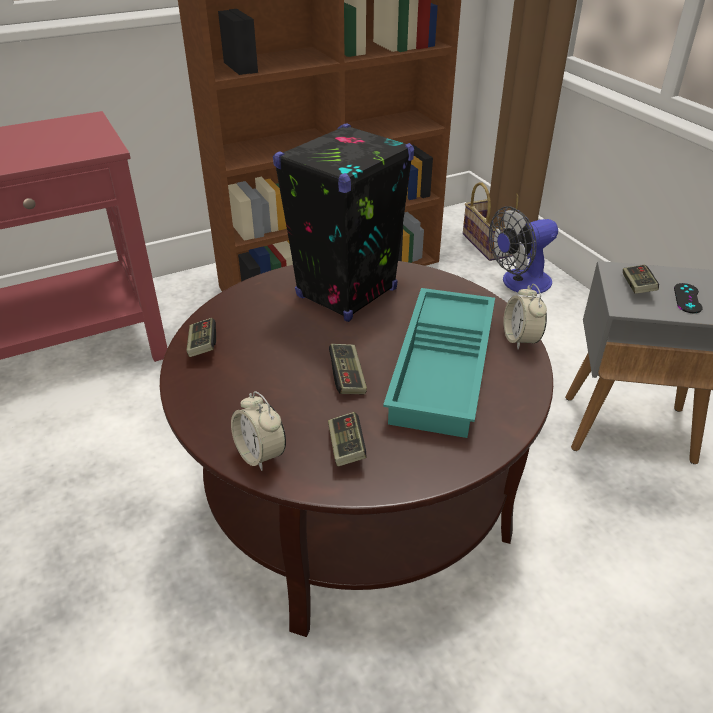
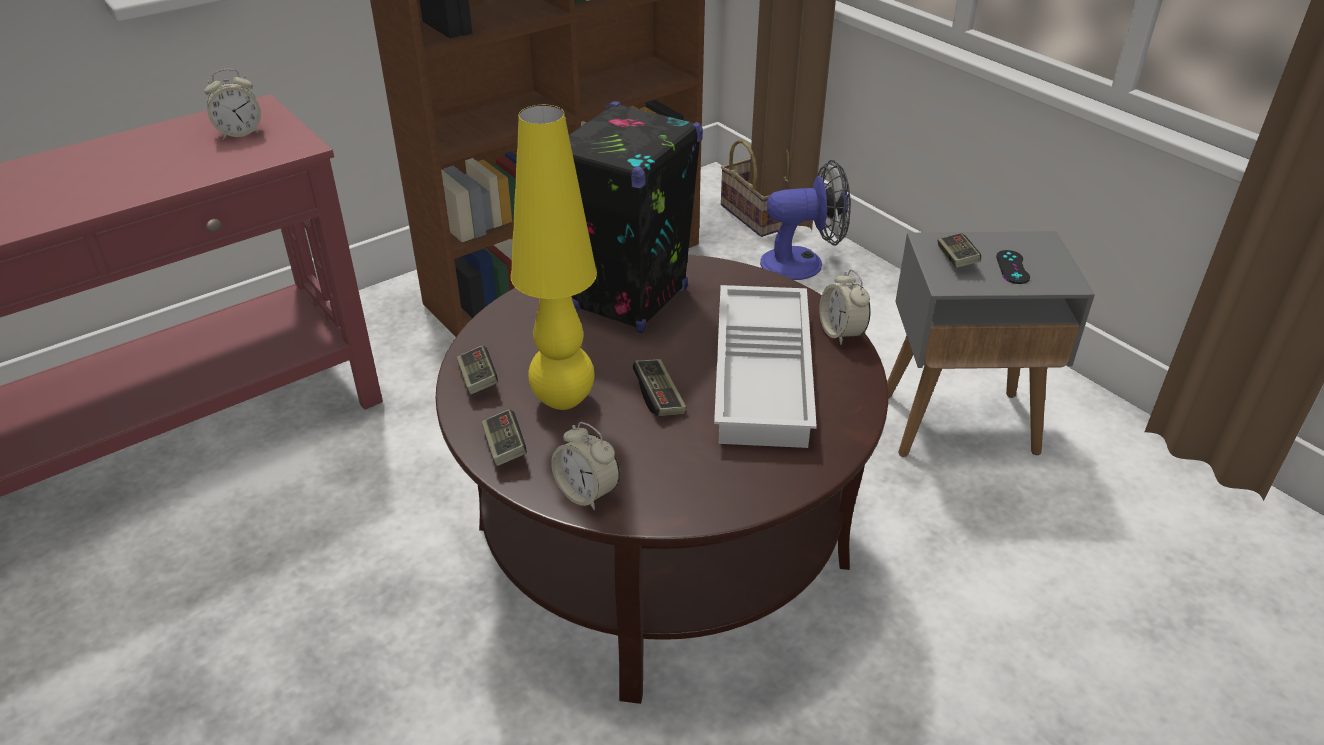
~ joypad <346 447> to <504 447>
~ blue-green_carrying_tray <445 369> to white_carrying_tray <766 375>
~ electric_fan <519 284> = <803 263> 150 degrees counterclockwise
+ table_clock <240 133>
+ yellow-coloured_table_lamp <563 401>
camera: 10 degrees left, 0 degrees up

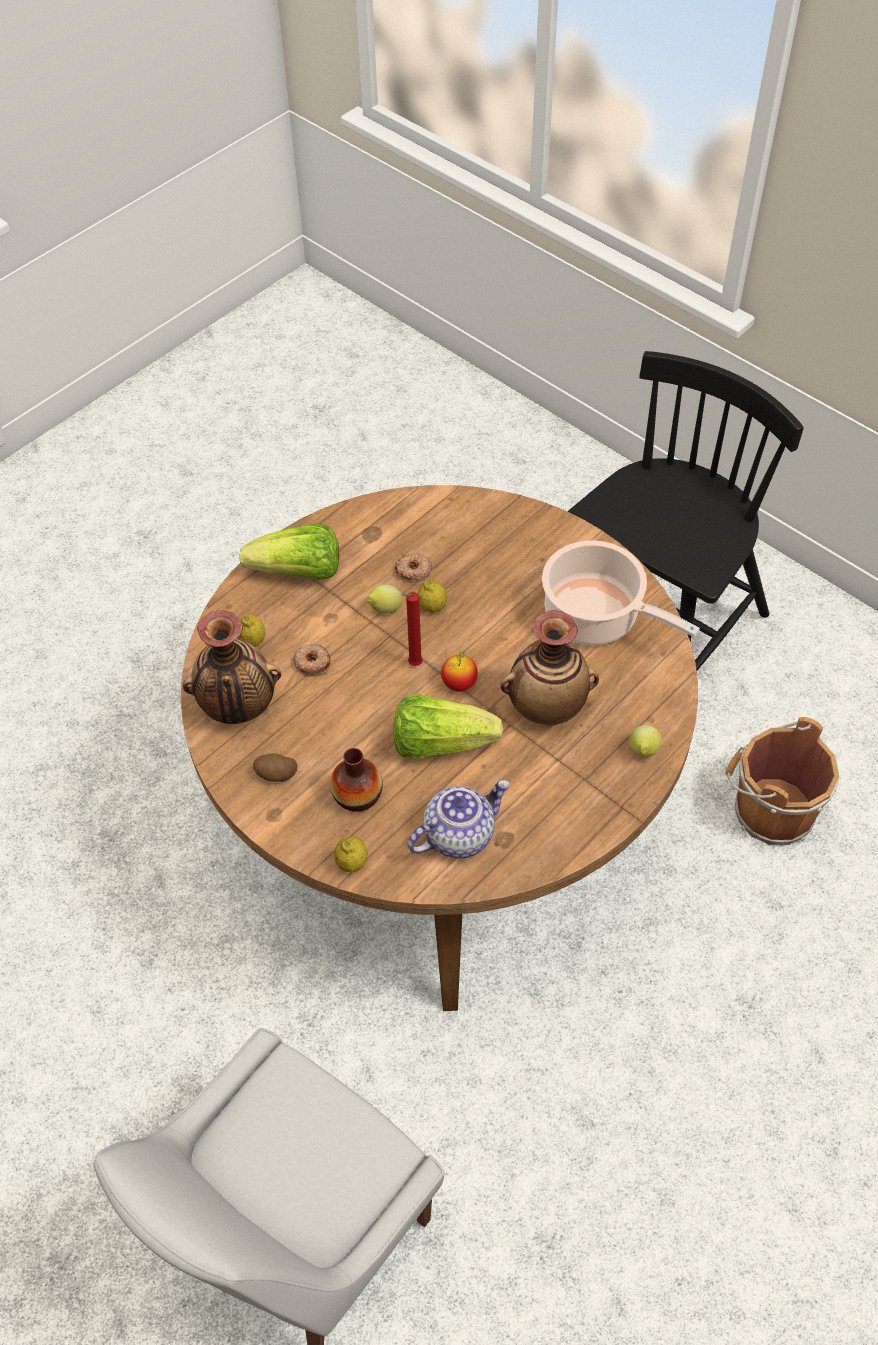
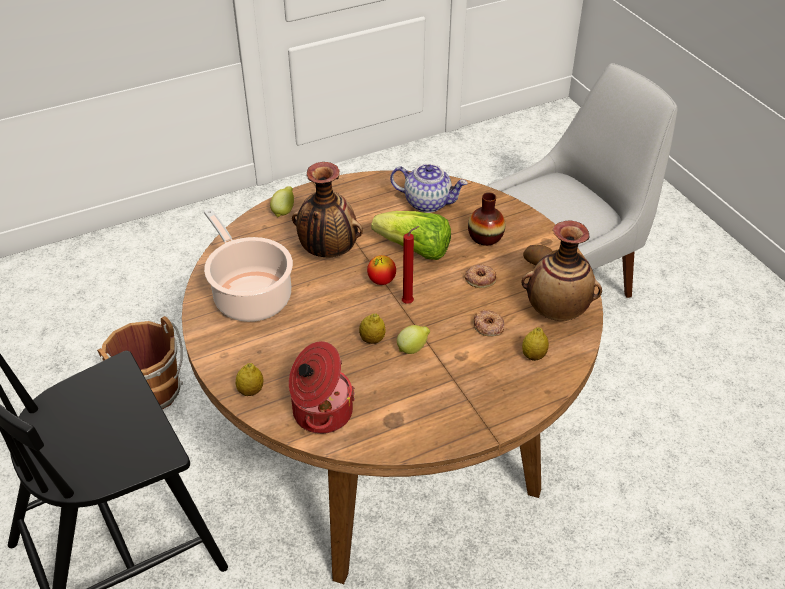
- lettuce_head <298 572>
~ lemon <352 863> to <251 391>
~ ring_doughnut <413 571> to <480 278>
~ tea_pot <458 834> = <428 202> 150 degrees counterclockwise
+ stockpot <320 412>
camera: 160 degrees left, 10 degrees down

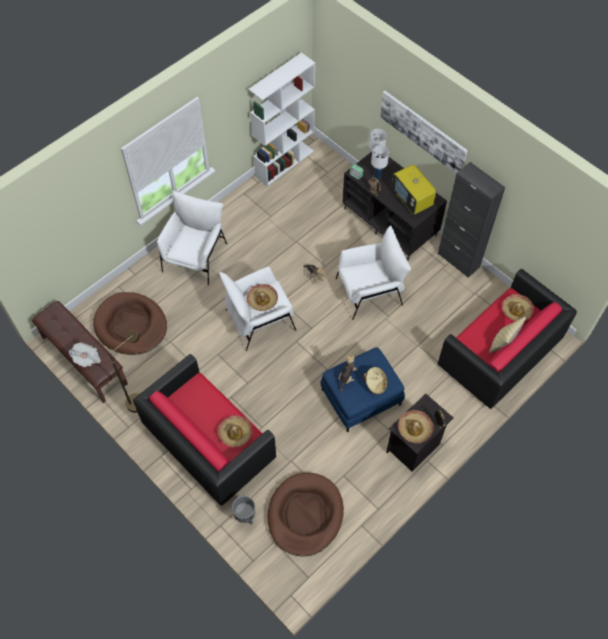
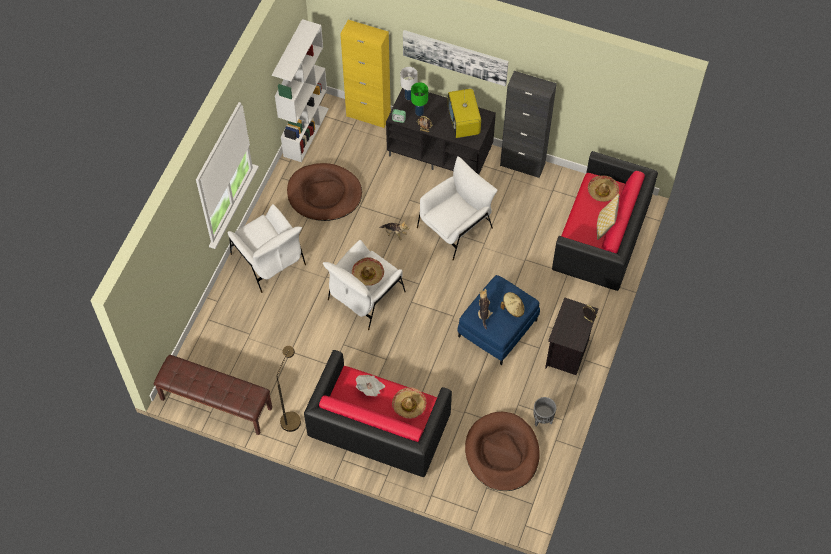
~ daily_paper <87 358> to <370 388>
~ brownish_dog_bed <131 325> to <324 194>
~ white_armchair <195 257> = <268 260> 150 degrees clockwise
~ greyish_plant_pot <245 517> to <542 420>
~ white_table_lamp <377 175> to greenish_table_lamp <419 112>
~ television <412 200> = <463 124> 45 degrees clockwise
- wearable_hat <415 428>
+ yellow-coloured_cupboard <368 115>
camera: 25 degrees left, 0 degrees up

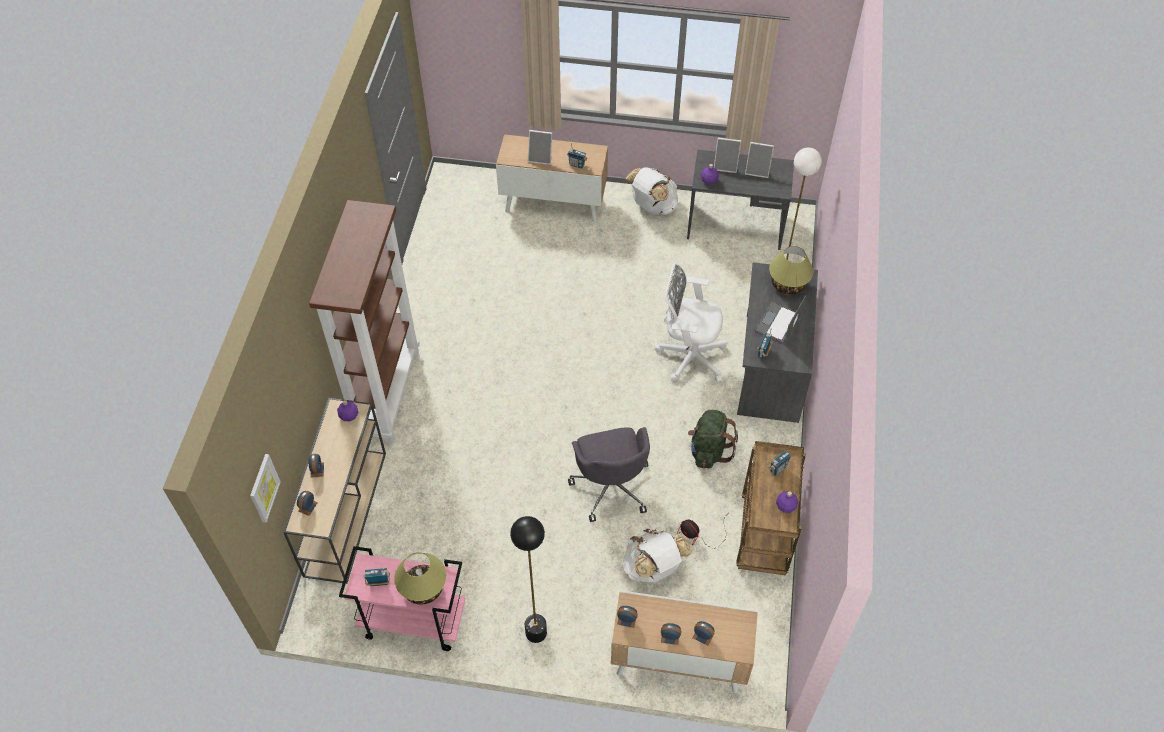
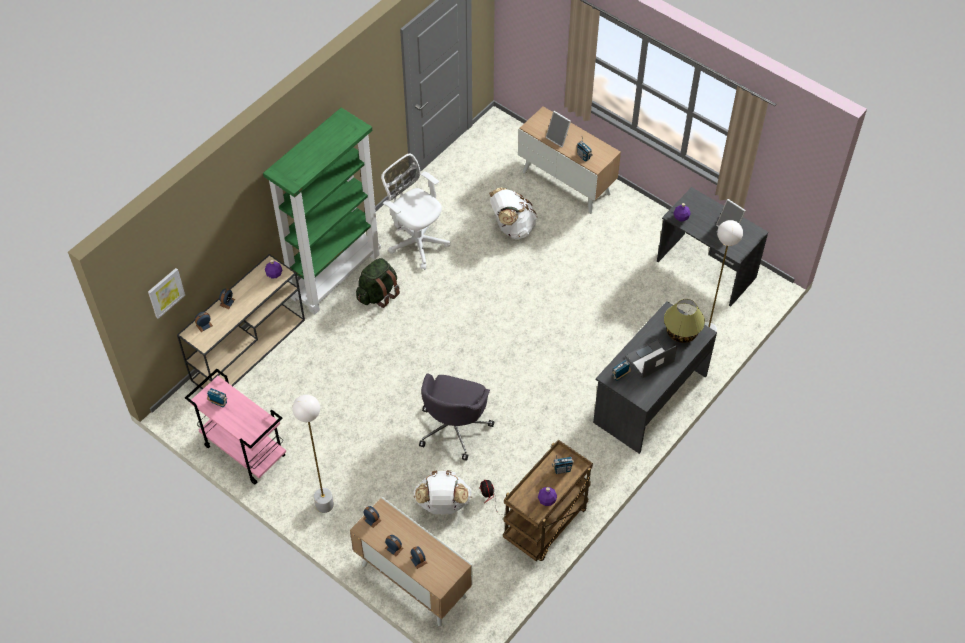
~ brownish_bookcase <387 393> to greenish_bookcase <335 275>
- table_lamp <423 588>
~ black-coloured_floor_lamp <536 633> to white_floor_lamp <324 505>
~ white_knapsack <652 206> to <512 227>
~ white_desk_chair <688 356> to <416 241>
~ greenish_knapsack <709 450> to <378 294>
- standing_frame <726 166>
camera: 30 degrees right, 0 degrees up

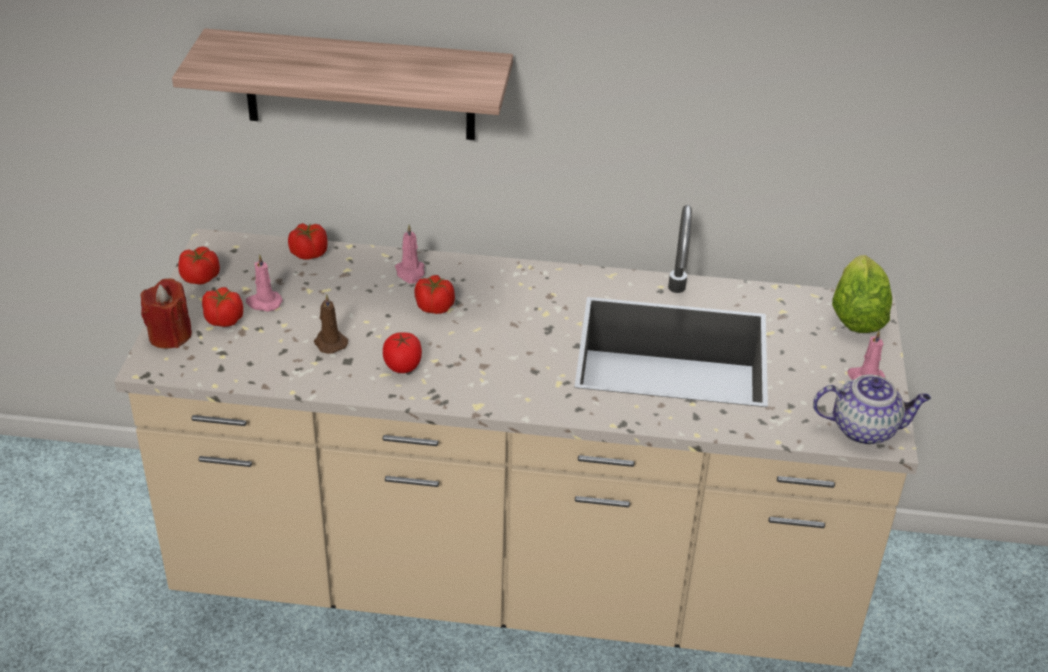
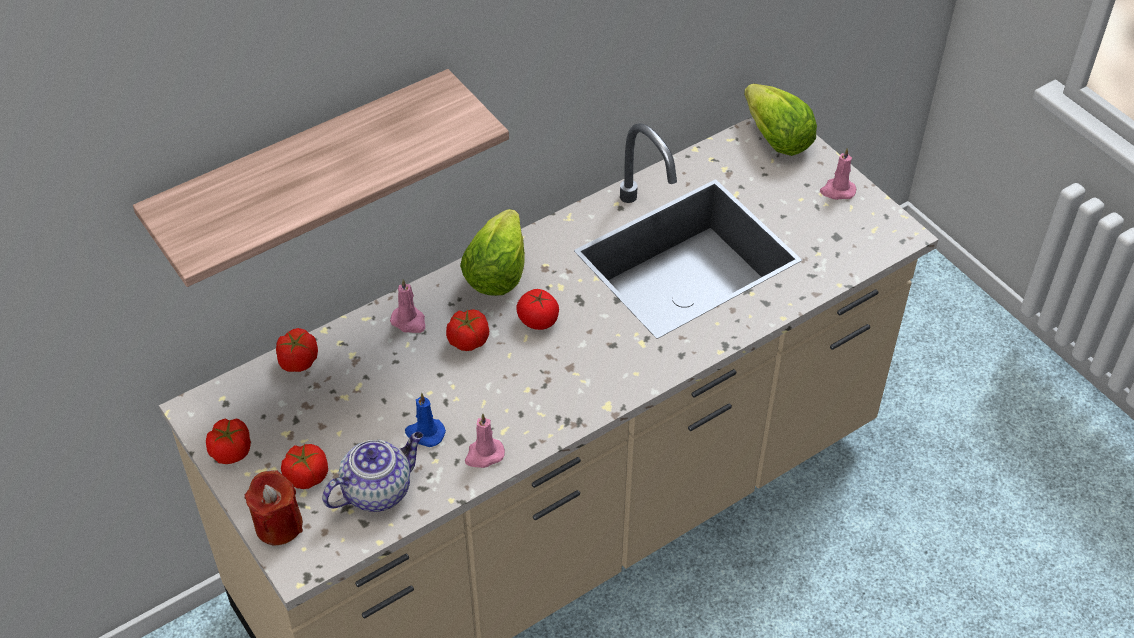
~ pink_wax_light <263 303> to <484 455>
~ brownish_wax_light <329 342> to blue_wax_light <424 433>
~ fresh_tomato <402 365> to <538 320>
~ tea_pot <865 429> to <378 490>
+ lettuce_head <496 273>
camera: 40 degrees left, 10 degrees up

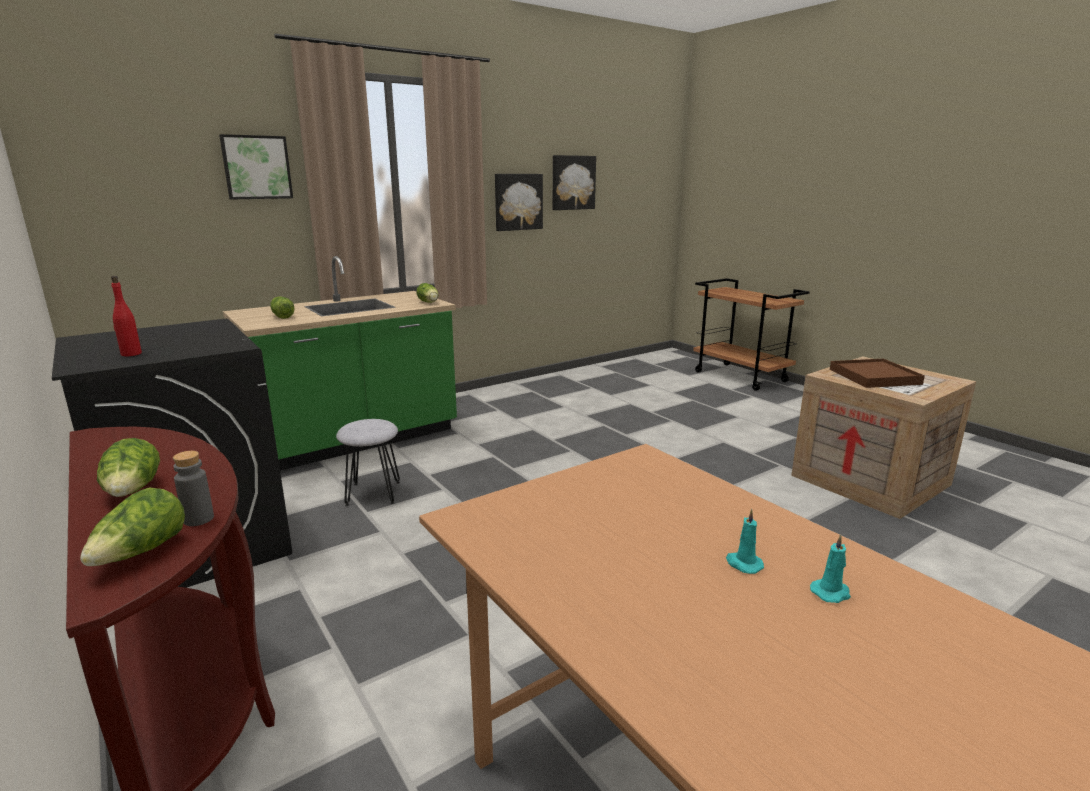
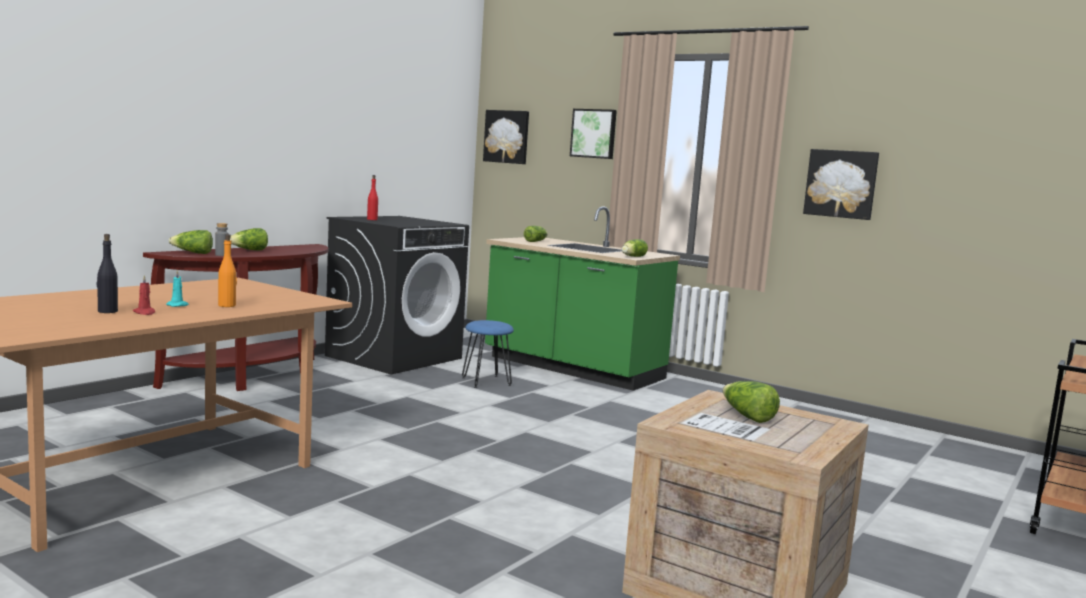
~ greyish_stool <373 493> to blue_stool <486 381>
~ picture <572 182> to <507 137>
~ blue-green_wax_light <831 593> to red_wax_light <144 313>
~ brownish_carrying_tray <874 377> to lettuce_head <747 416>
+ black-coloured_drink_bottle <107 311>
+ orange_drink_bottle <227 305>
camera: 70 degrees right, 10 degrees down

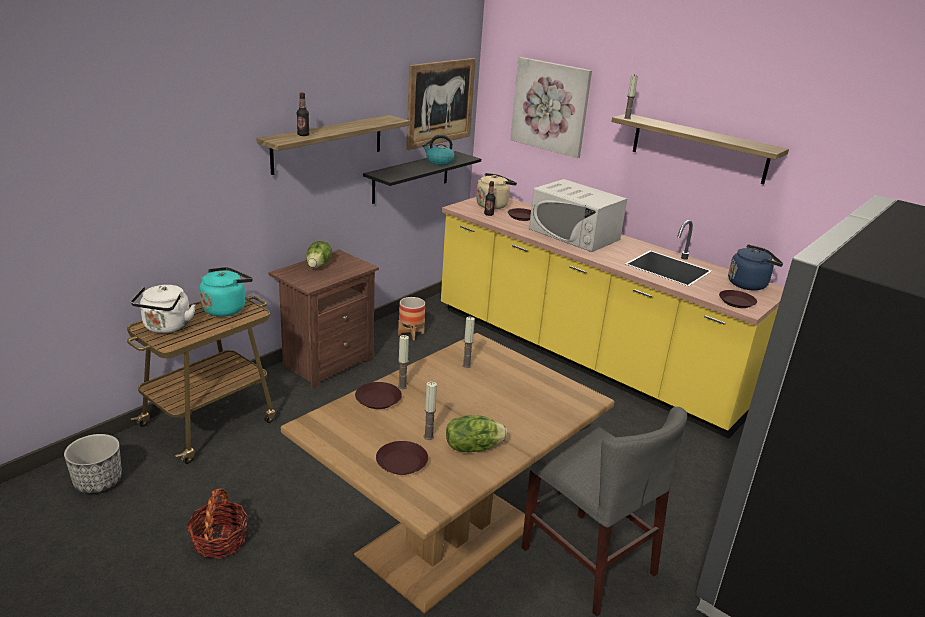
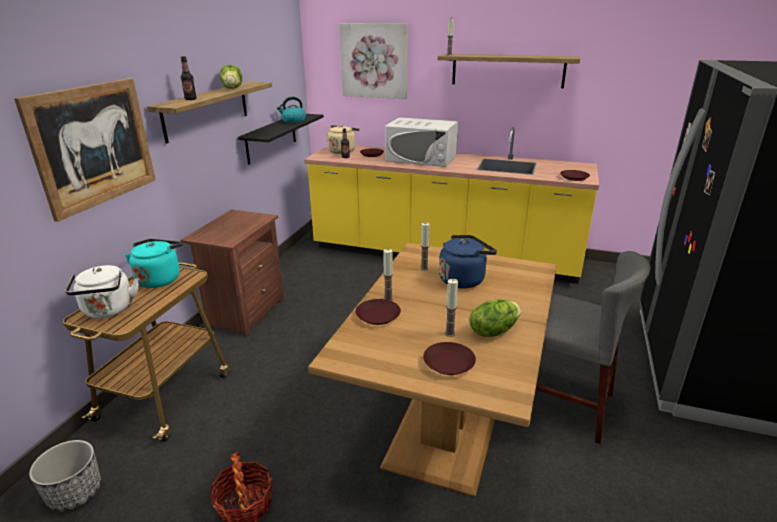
~ lettuce_head <319 265> to <233 88>
- plant_pot <411 334>
~ picture <440 102> to <94 145>
~ blue_water_kettle <749 284> to <463 279>
camera: 20 degrees left, 0 degrees up

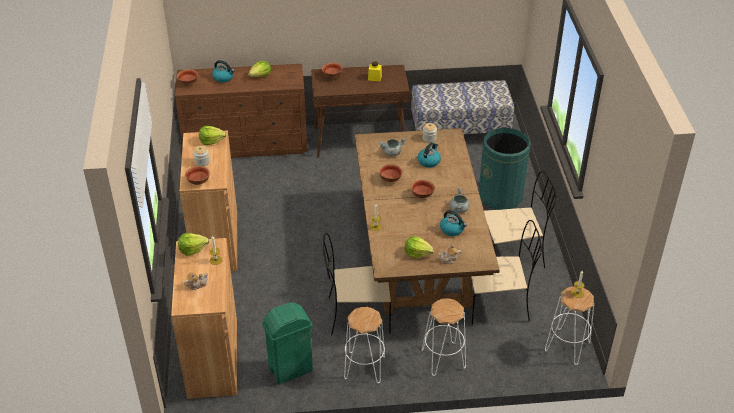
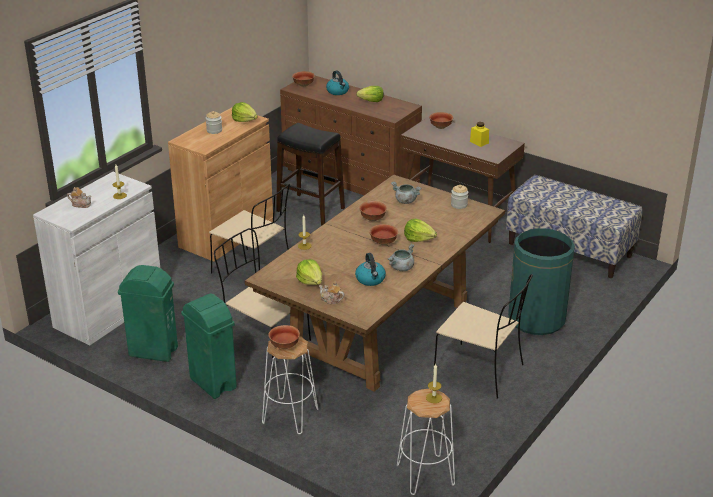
~ brownish_cupboard <213 358> to white_cupboard <109 311>
~ lettuce_head <192 249> to <418 238>
~ bowl <198 182> to <284 346>
~ white_stool <364 368> to greenish_waste_bin <213 384>
- water_kettle <429 161>
~ sand-coloured_chair <498 304> to <254 271>
+ black-coloured_stool <311 210>
camera: 40 degrees right, 10 degrees down

